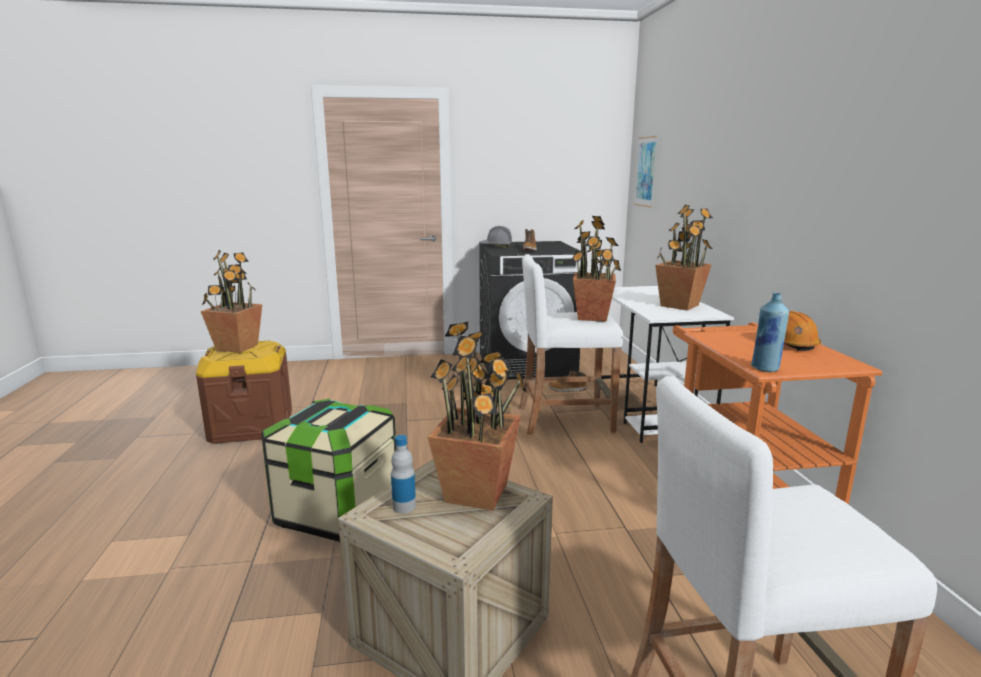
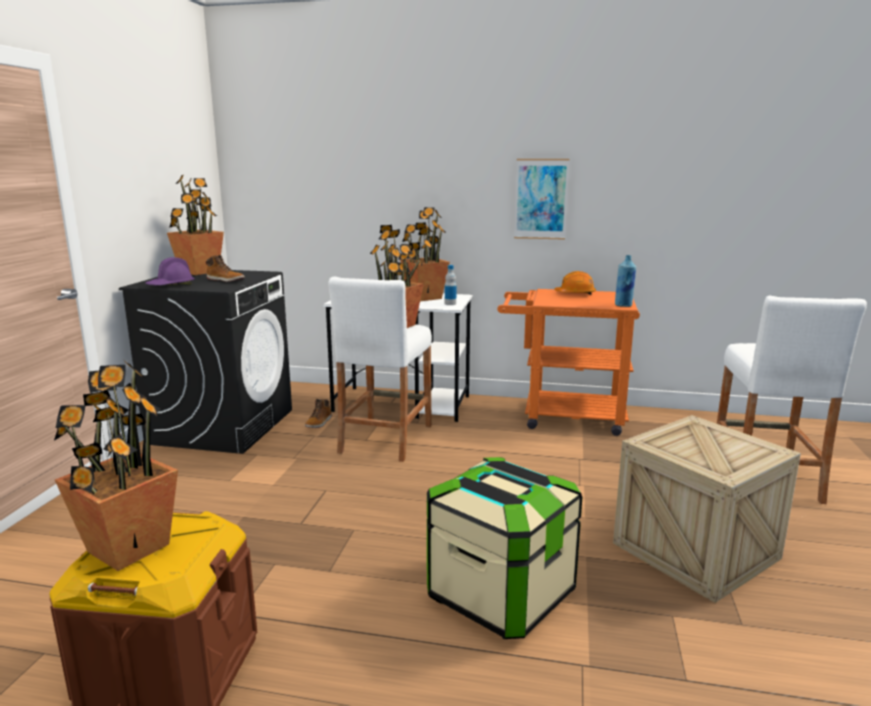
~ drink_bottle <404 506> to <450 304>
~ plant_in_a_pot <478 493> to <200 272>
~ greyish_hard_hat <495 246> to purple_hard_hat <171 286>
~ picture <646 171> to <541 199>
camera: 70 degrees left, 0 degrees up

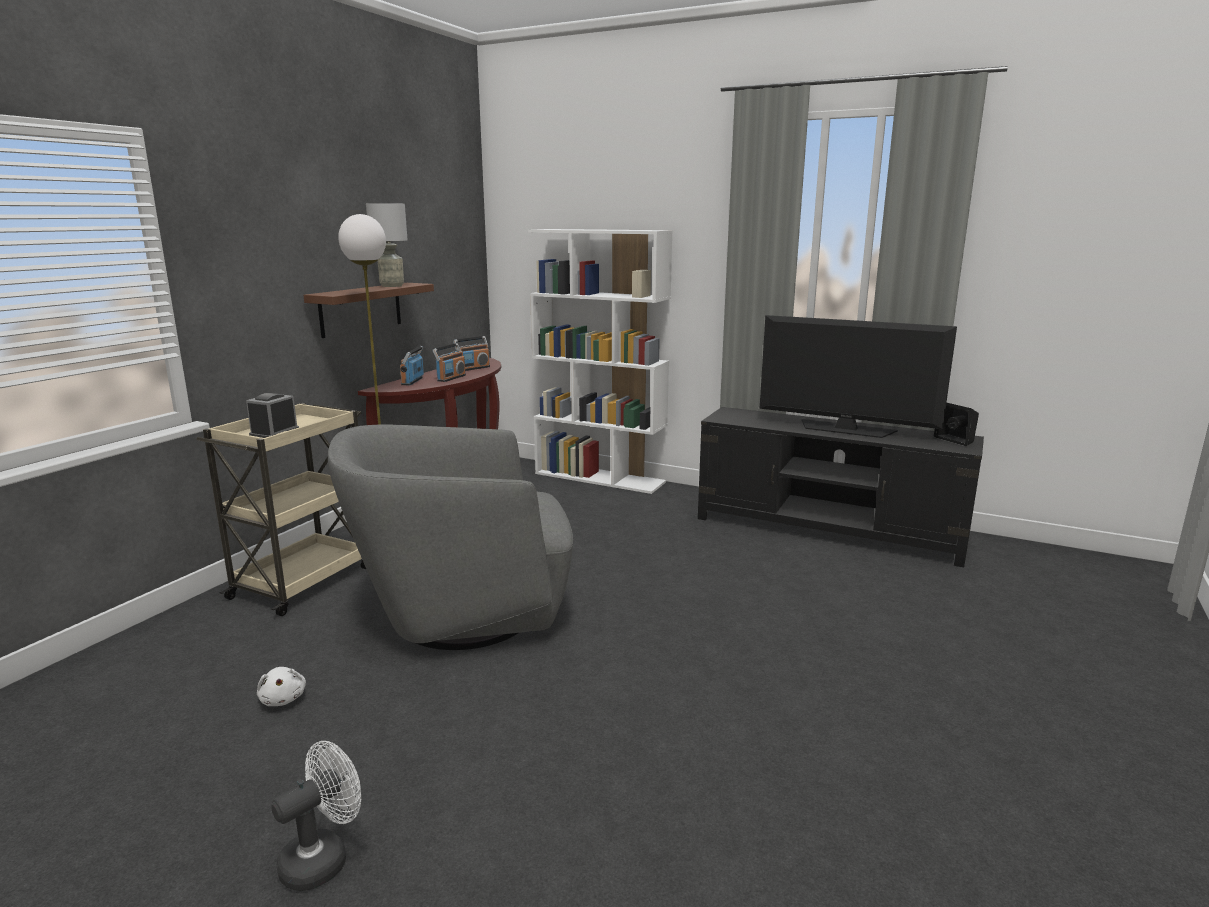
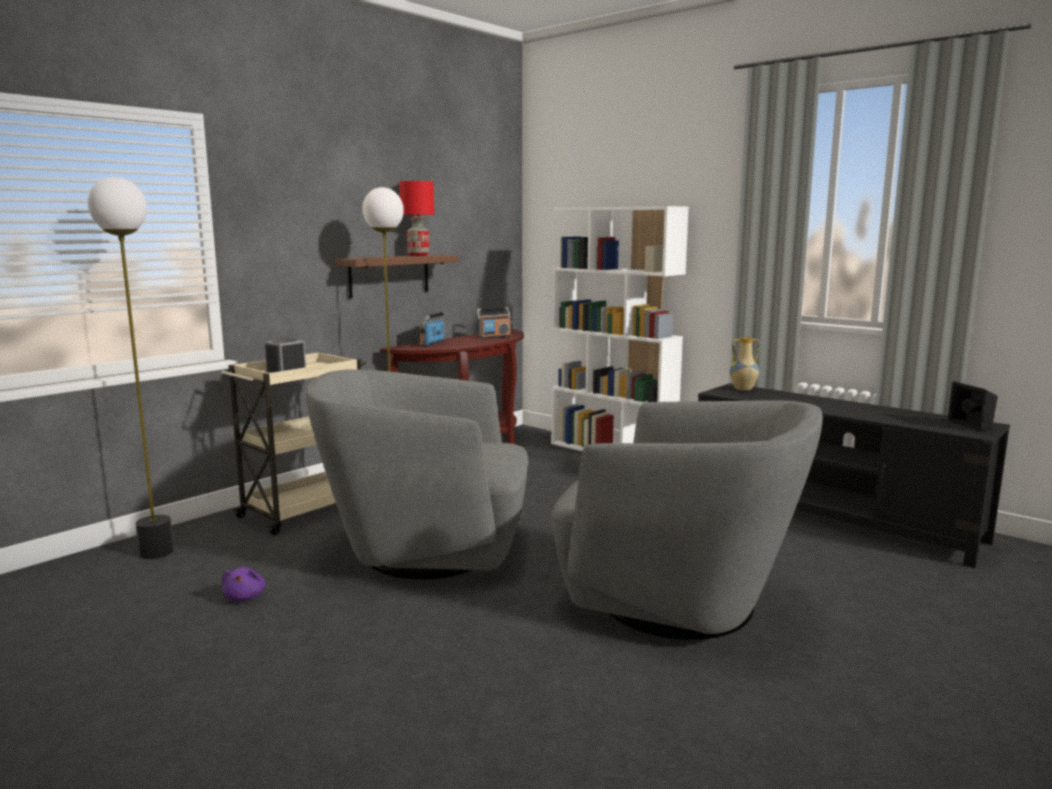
~ white_plush_toy <283 699> to purple_plush_toy <245 597>
- white_electric_fan <323 858>
~ greyish_table_lamp <392 286> to red_table_lamp <418 255>
- radio <451 378>
- television <845 429>
+ floor_lamp <157 552>
+ greyish_armchair <679 602>
+ flower_vase <743 389>
camera: 15 degrees right, 5 degrees down

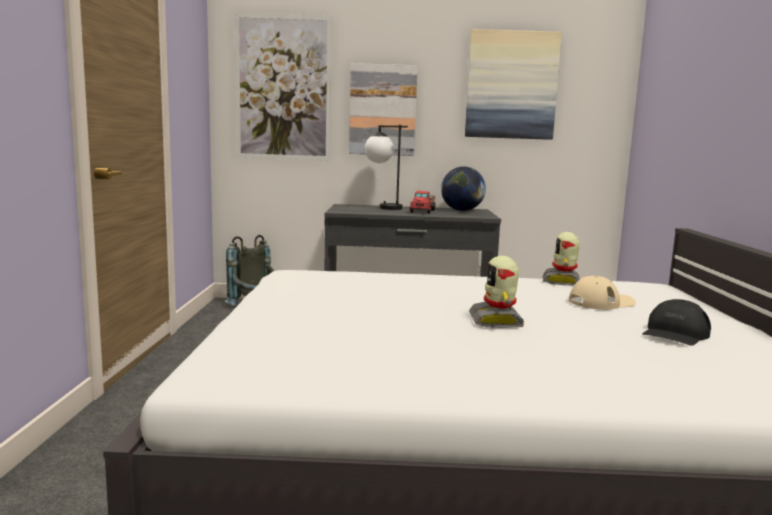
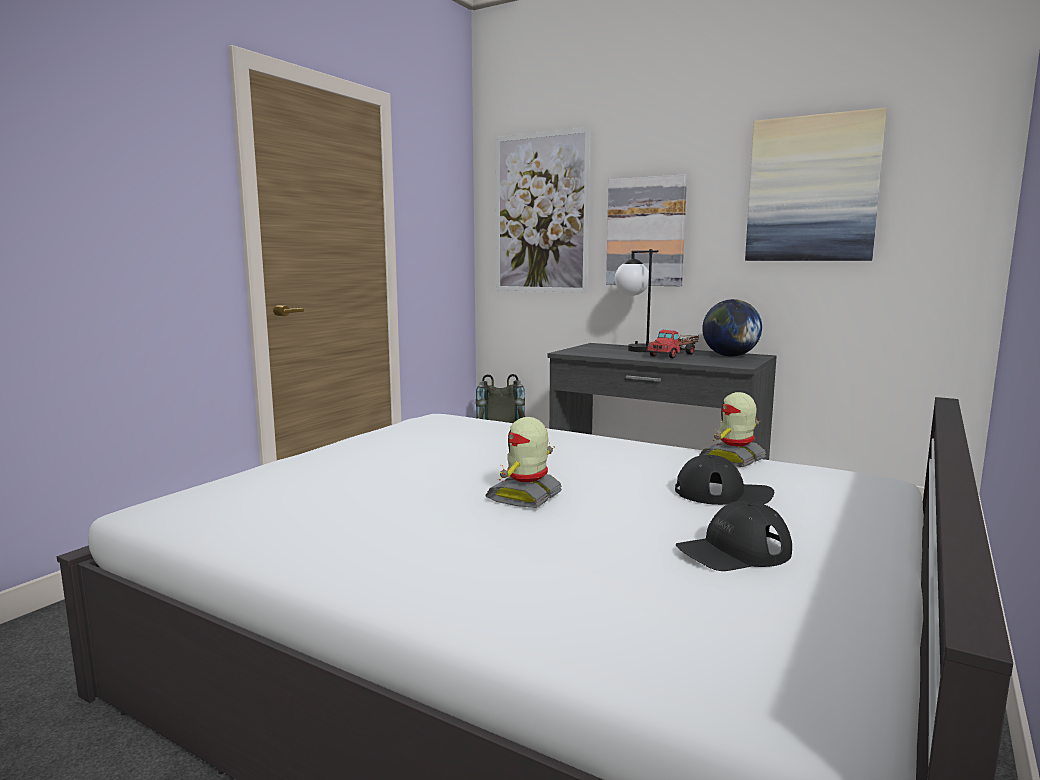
~ sand-coloured_cap <601 302> to black-coloured_cap <723 493>
camera: 30 degrees right, 0 degrees up

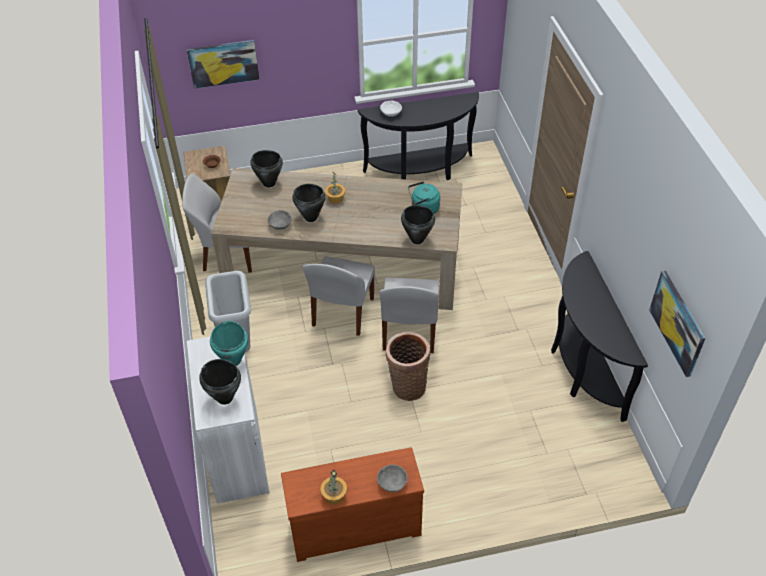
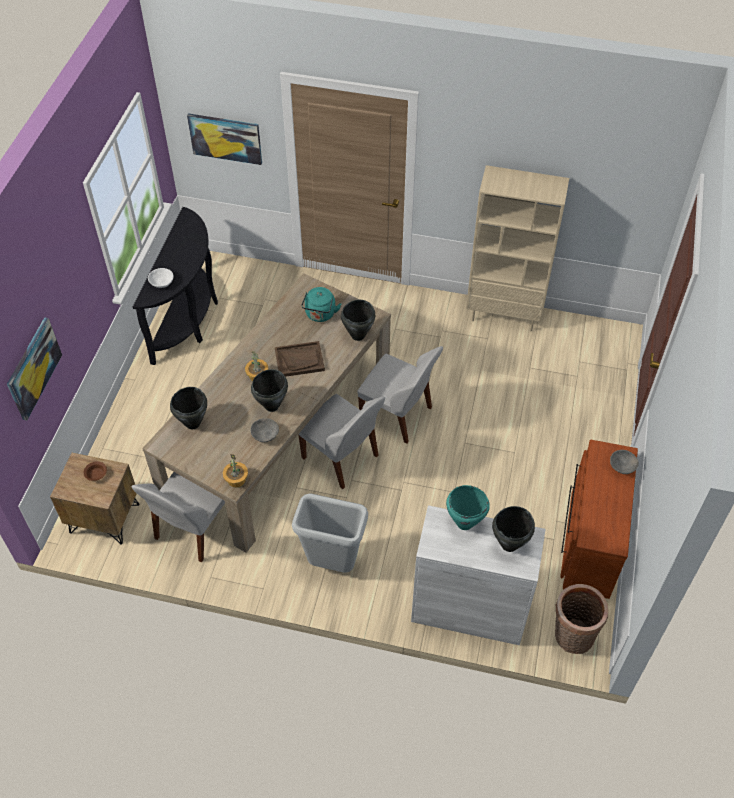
~ plant_in_a_pot <334 495> to <236 480>
~ storage_basket <407 385> to <571 637>
~ black-coloured_console_table <581 368> to sand-coloured_bookcase <504 314>
~ picture <677 323> to <225 138>
+ brownish_carrying_tray <299 360>
camera: 65 degrees left, 5 degrees up

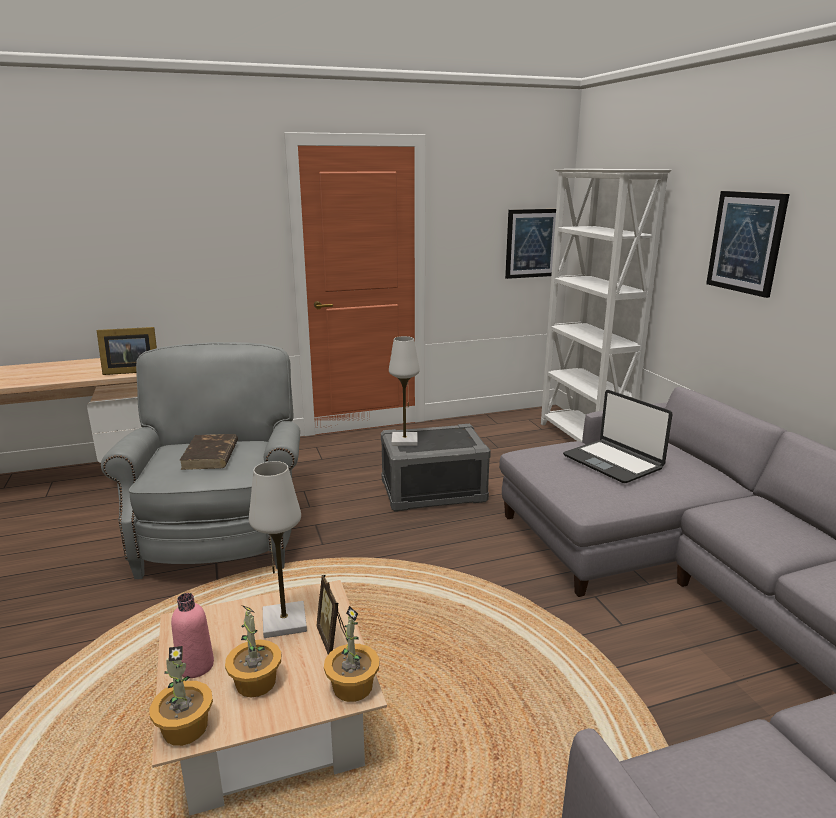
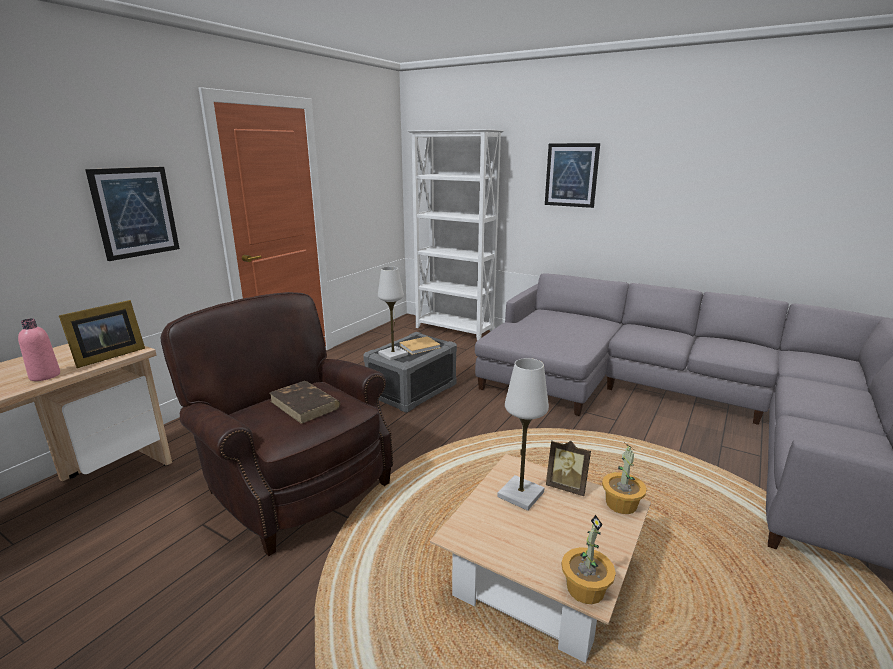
~ greyish_armchair <222 533> to brownish_armchair <293 483>
~ pink_drink_bottle <195 666> to <45 376>
- plant_in_a_pot <255 682>
~ picture <532 243> to <135 212>
- laptop <613 462>
+ sand-coloured_bound_book <421 346>
camera: 40 degrees left, 0 degrees up

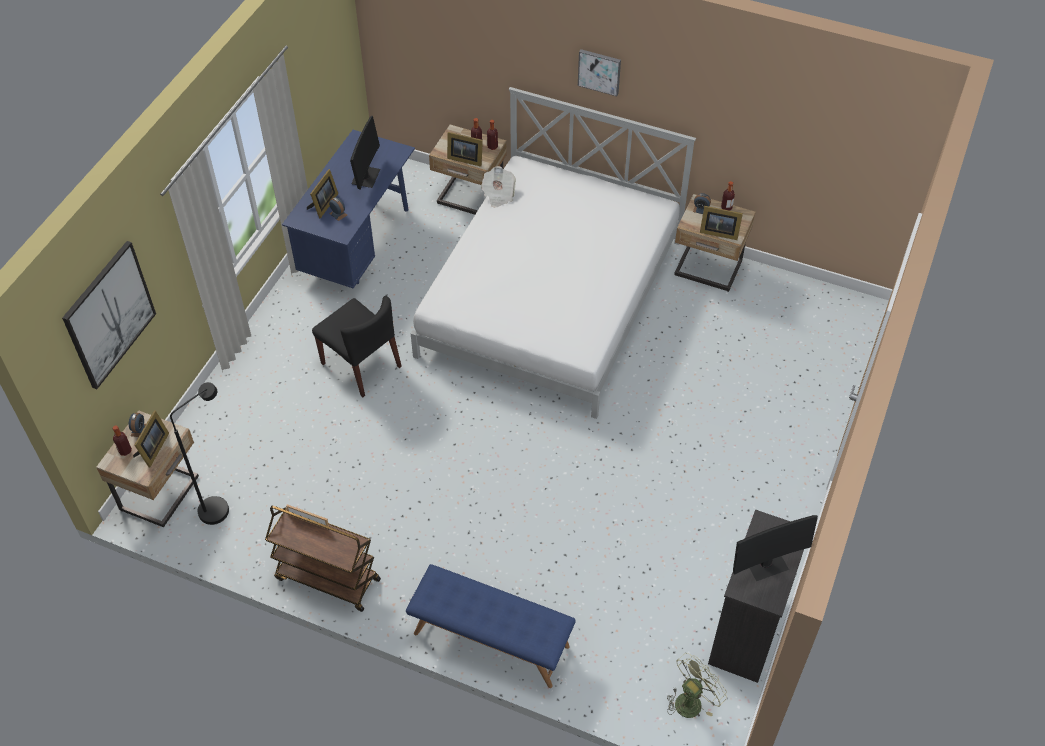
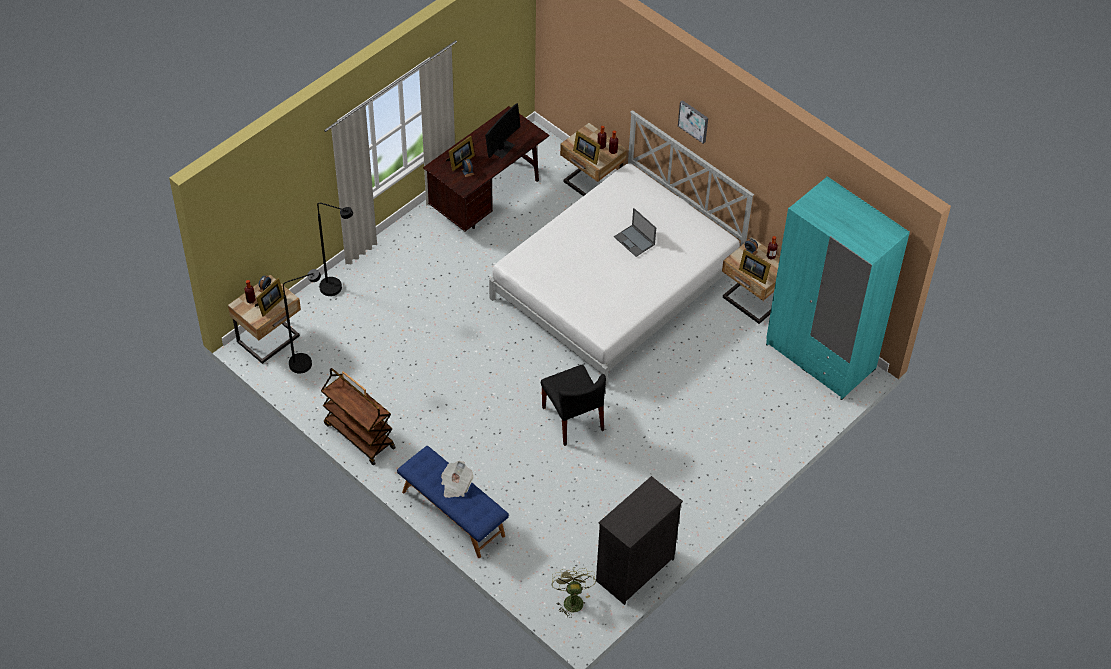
- picture <109 314>
~ blue_desk <358 246> to brownish_desk <487 198>
~ black-coloured_chair <361 365> to <573 419>
~ daily_paper <498 194> to <456 485>
~ greenish_electric_fan <691 700> = <572 599> 75 degrees counterclockwise
- computer_display <766 564>
+ black-coloured_floor_lamp <337 288>
+ laptop <634 241>
+ blue-green_armoire <820 357>
camera: 20 degrees right, 0 degrees up

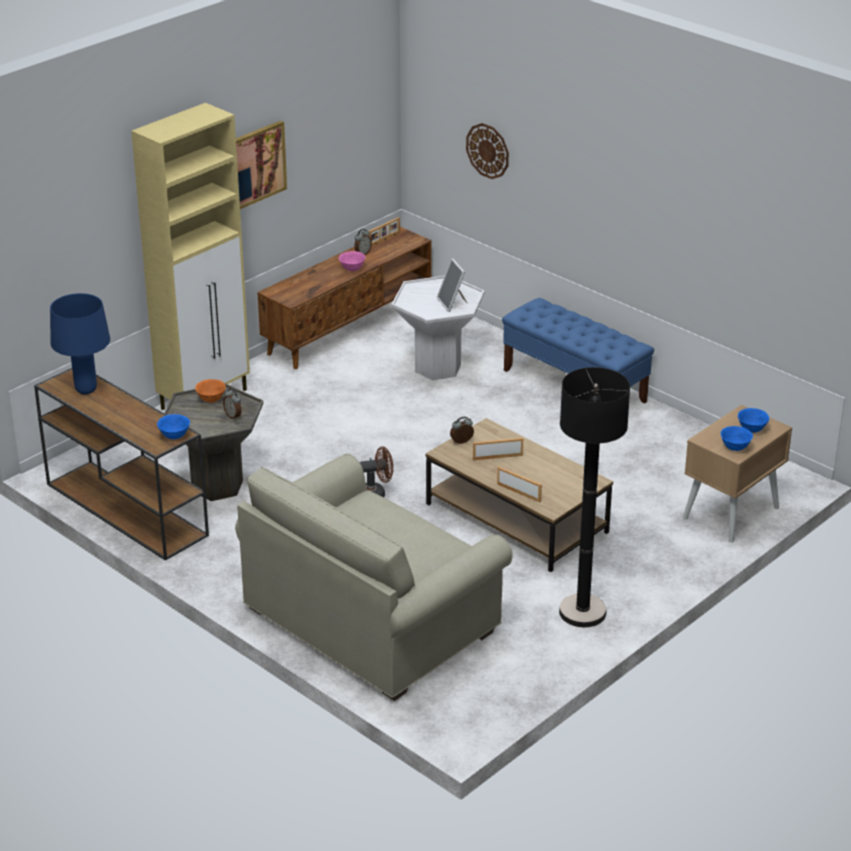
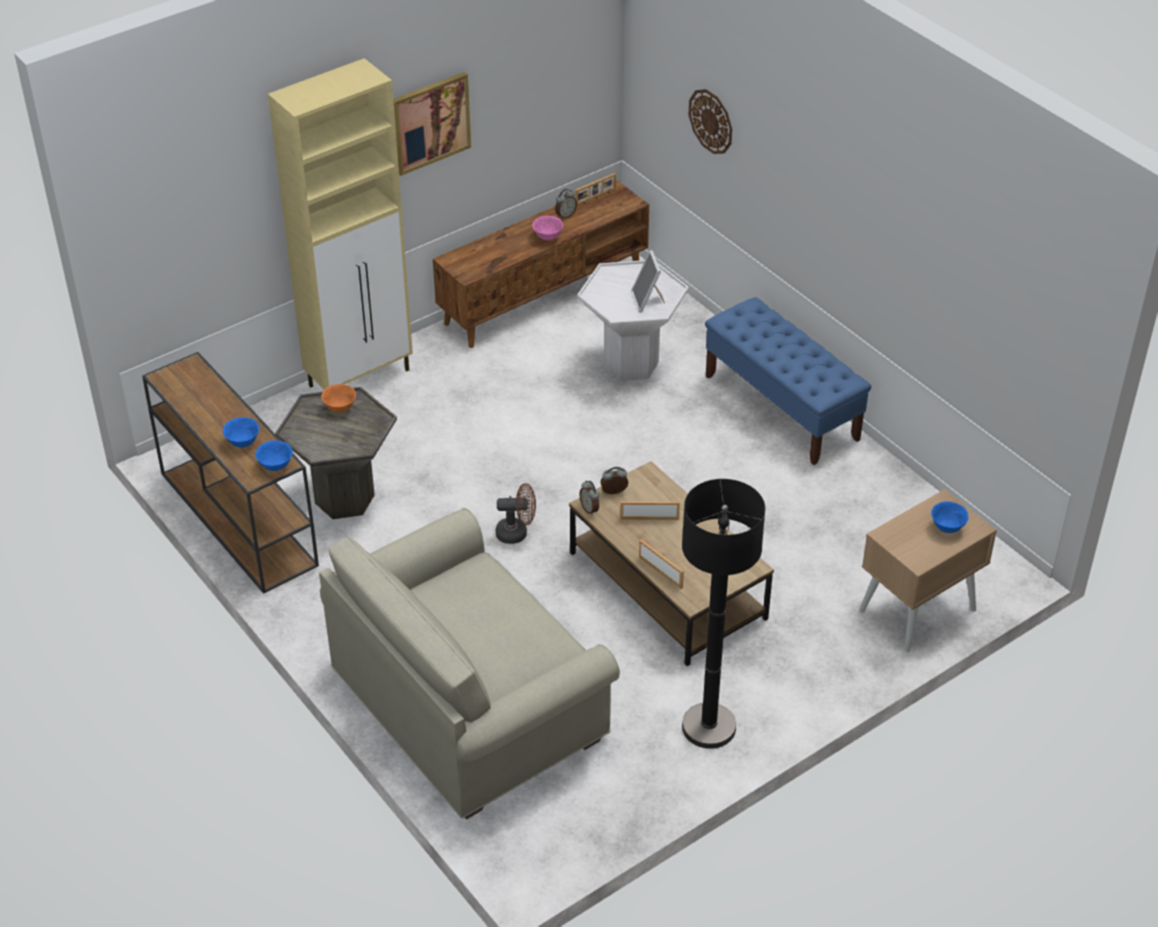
- blue_table_lamp <86 389>
~ table_clock <233 416> to <590 509>
~ blue_bowl <735 447> to <243 442>
camera: 10 degrees right, 10 degrees up

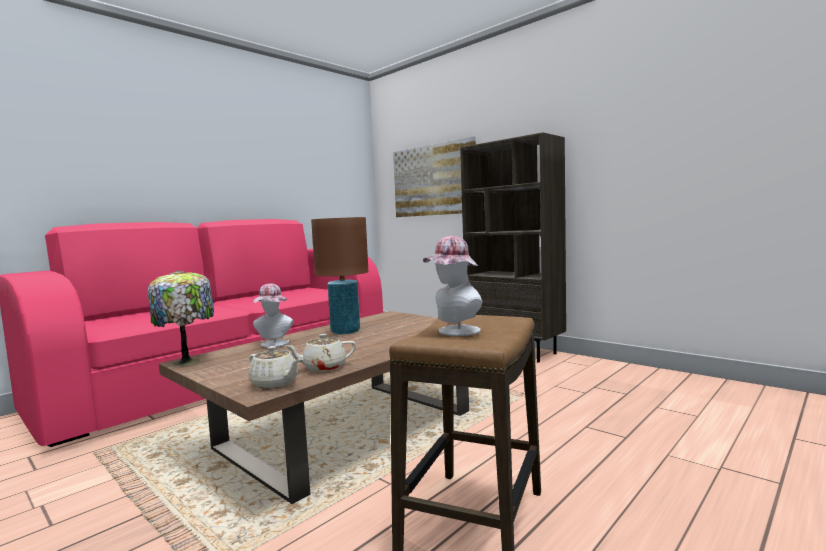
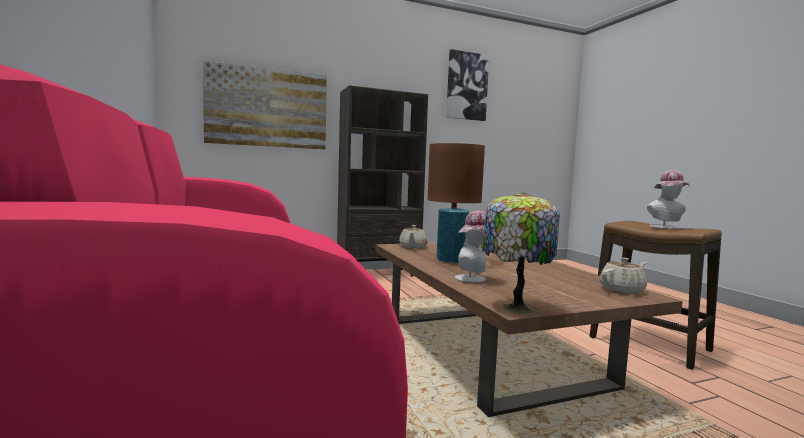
~ sand-coloured_tea_pot <323 368> to <413 247>
+ picture <466 86>
camera: 65 degrees left, 0 degrees up

